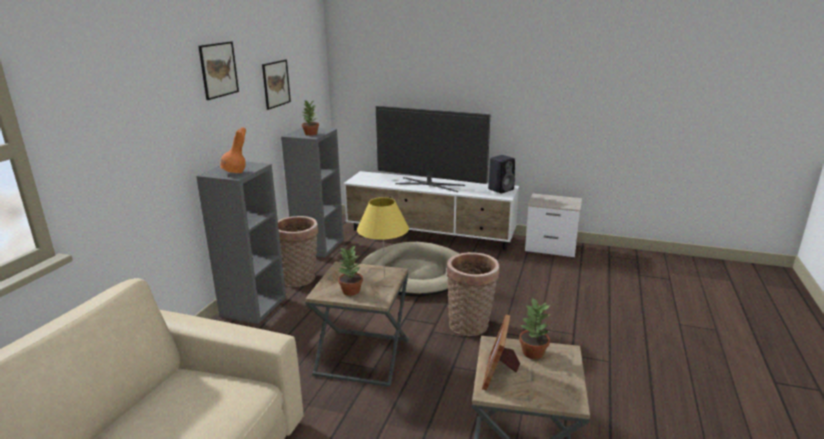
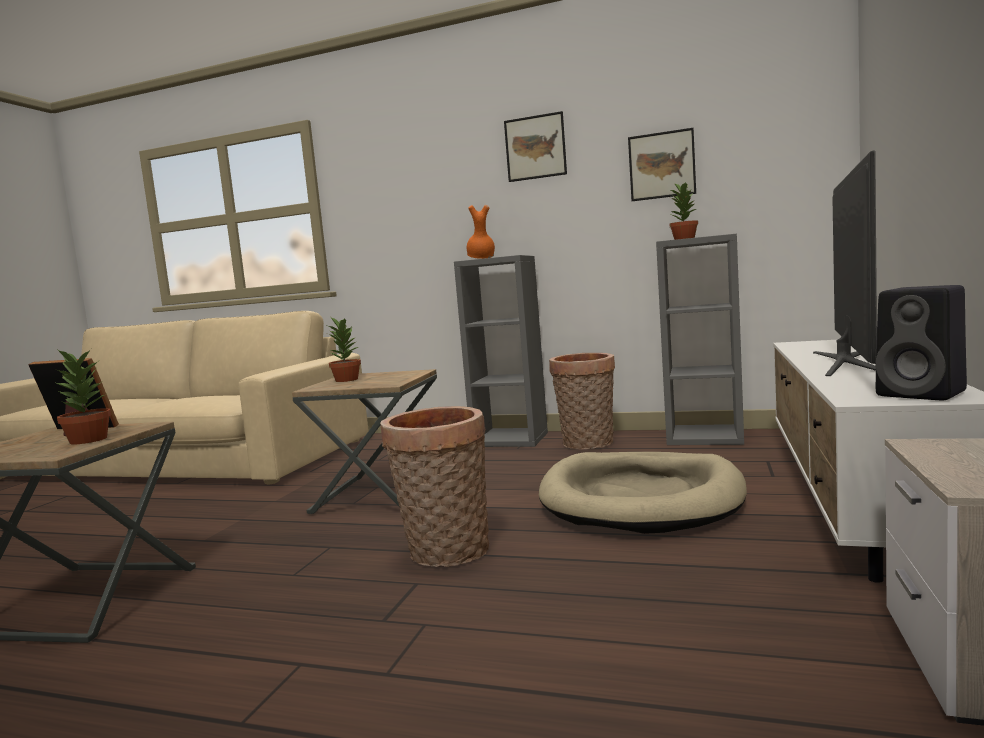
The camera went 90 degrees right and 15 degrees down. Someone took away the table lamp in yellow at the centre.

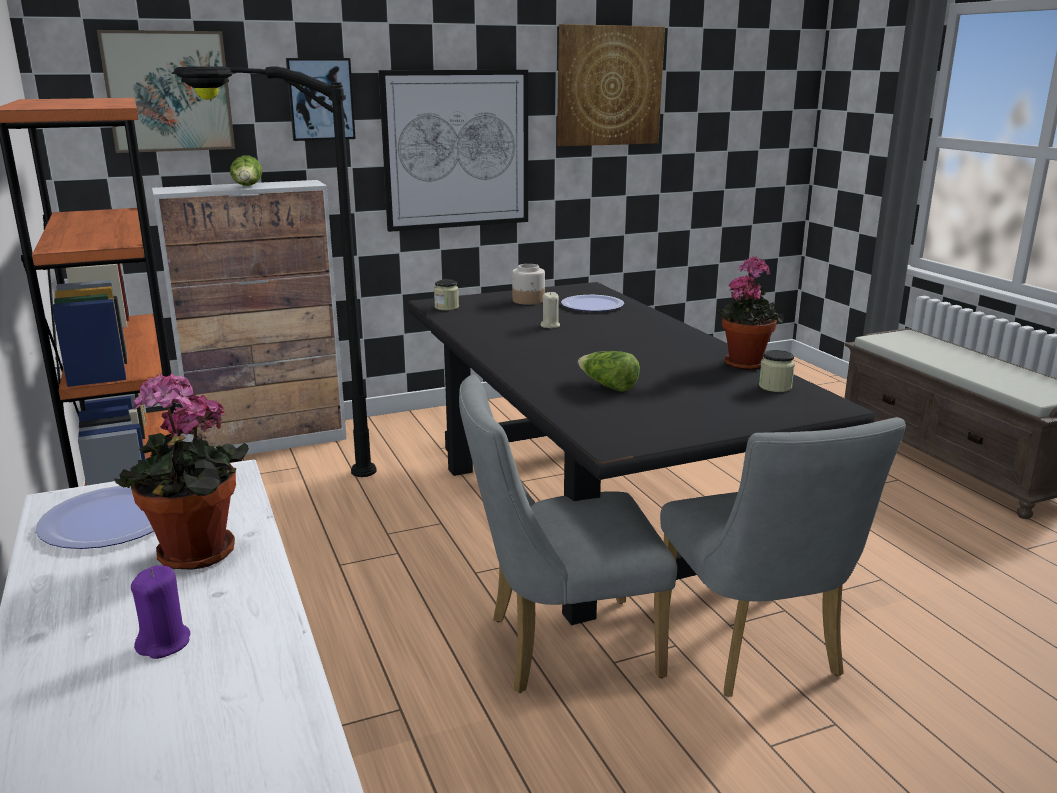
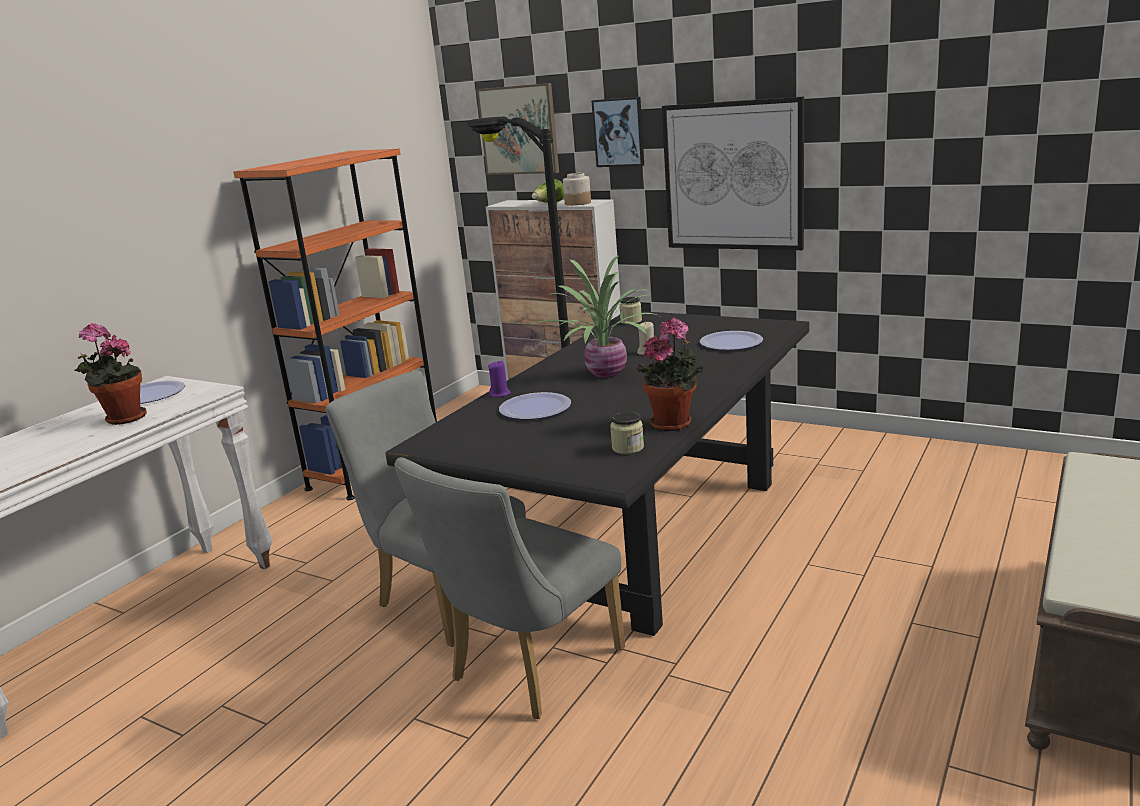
The camera went 55 degrees right and 0 degrees up. Someone carried the candle in purple from the bottom left to the centre. Someone swapped the lettuce (no. 2 from left) at the centre for the plate (no. 2 from left) at the centre. Someone put down the potted plant (no. 2 from left) at the centre. Someone carried the jar (no. 2 from left in the first image) from the centre to the top centre. Someone took away the picture (no. 4 from left) at the top centre.

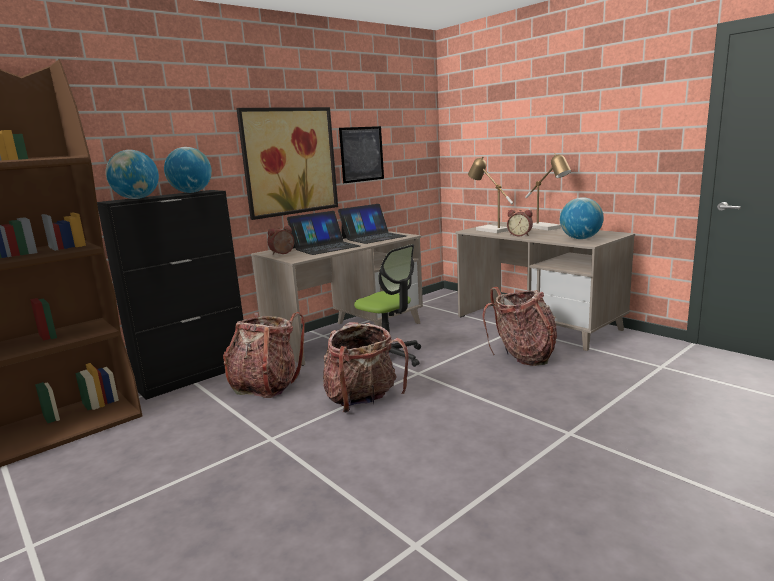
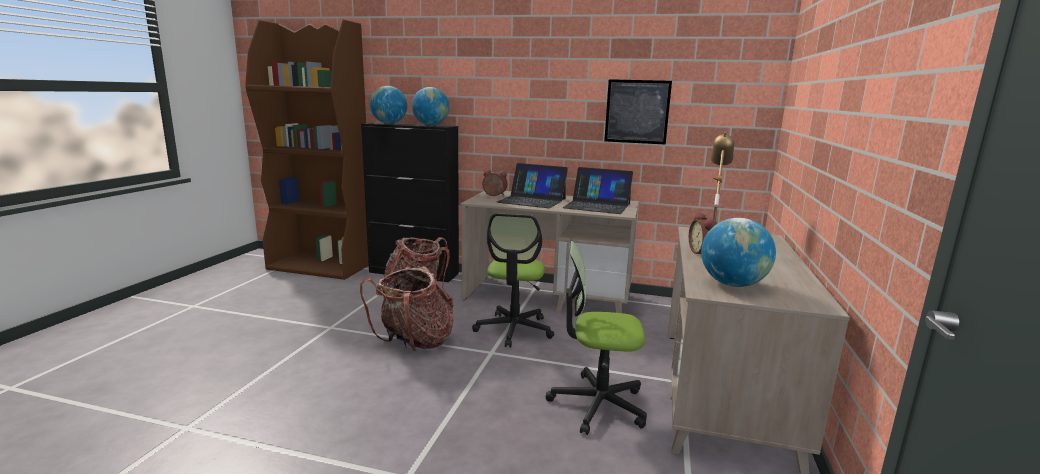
The camera went 55 degrees right and 0 degrees up. Someone swapped the backpack (no. 3 from left) at the middle right for the office chair (no. 2 from left) at the bottom centre. Someone took away the picture (no. 1 from left) at the top centre. Someone took away the table lamp (no. 2 from left) at the top right.

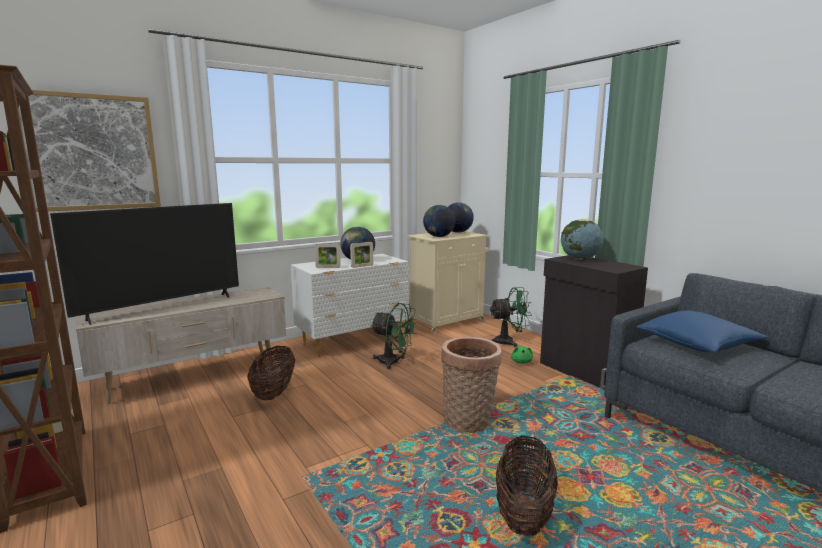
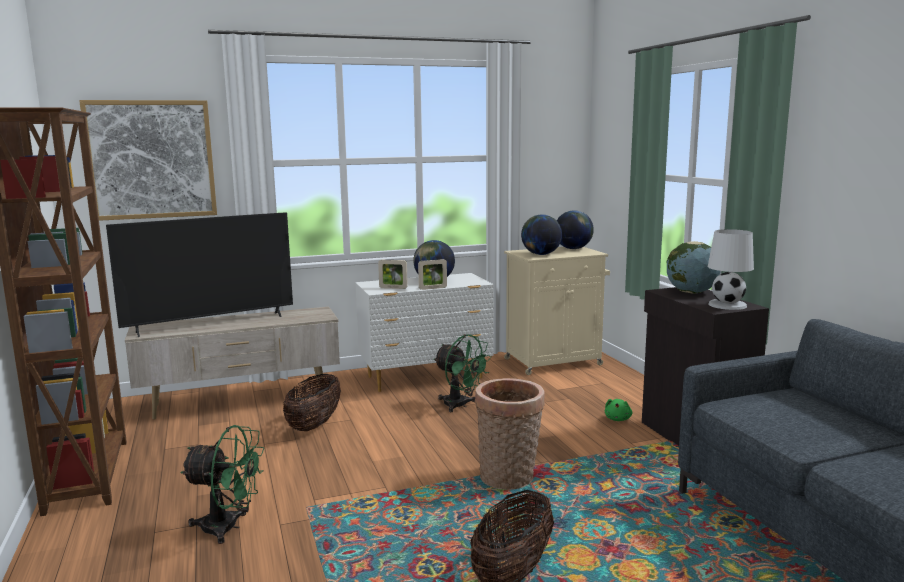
The camera went 15 degrees right and 0 degrees up. Someone carried the fan in green (no. 2 from left in the first image) from the centre to the bottom left. Someone put down the table lamp in white at the middle right. Someone took away the pillow in blue at the middle right.

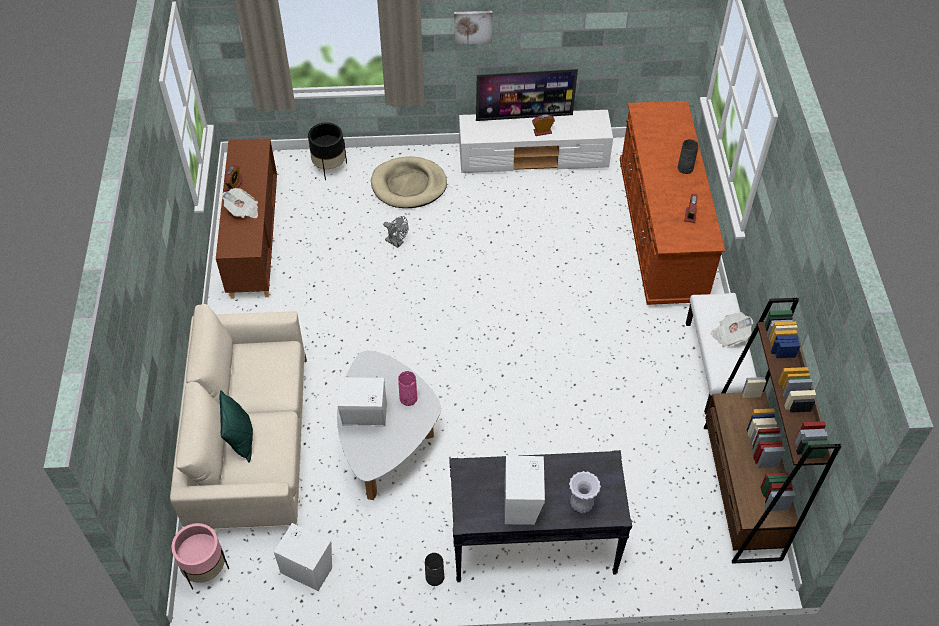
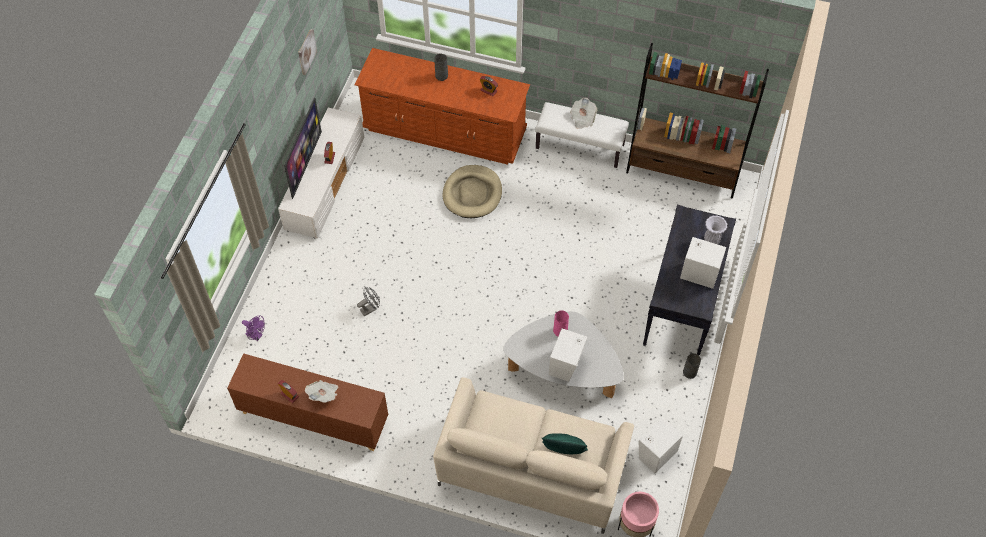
The camera went 70 degrees left and 5 degrees up. Someone swapped the planter in black at the top centre for the fan in purple at the middle left. Someone carried the picture from the top centre to the top left. Someone carried the dog bed in beige from the top centre to the centre.

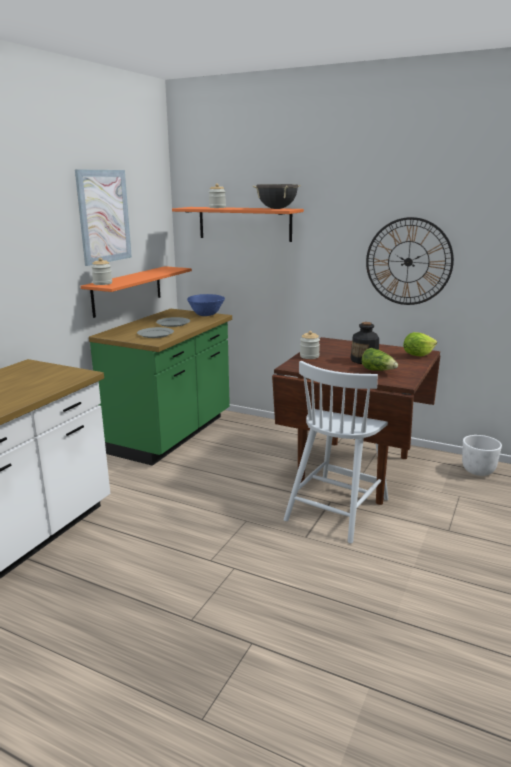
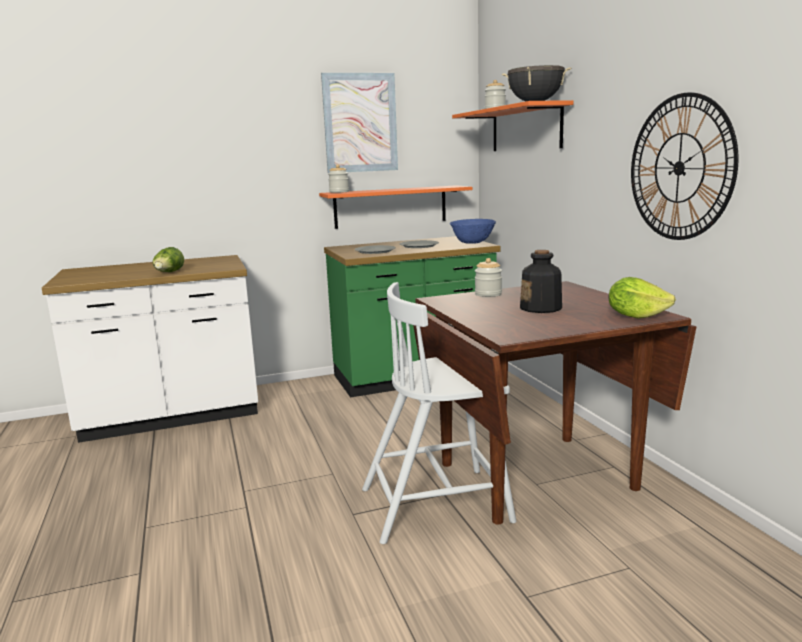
The camera went 45 degrees right and 5 degrees down. Someone carried the lettuce (no. 1 from left) from the middle right to the middle left. Someone took away the planter in white at the middle right.

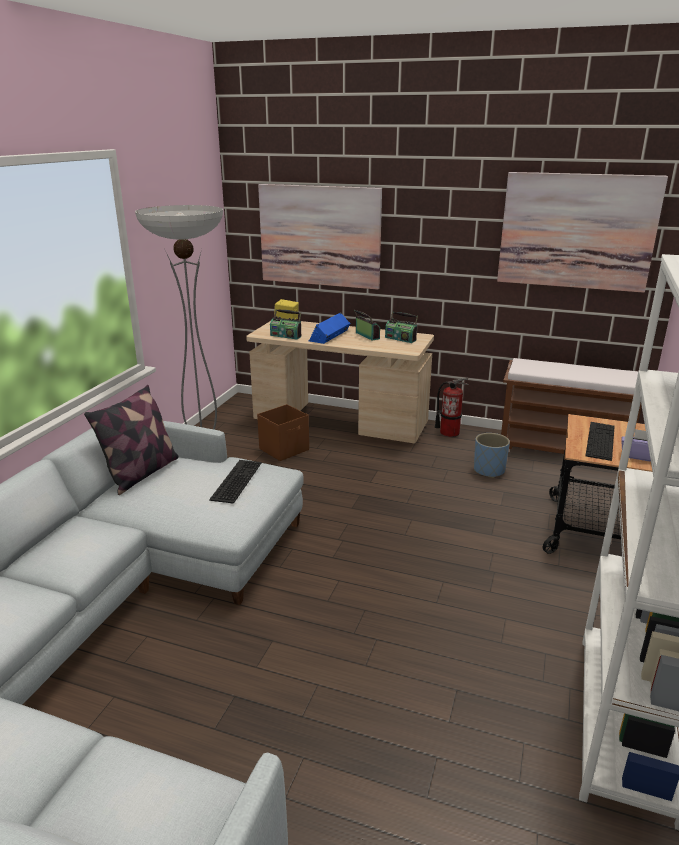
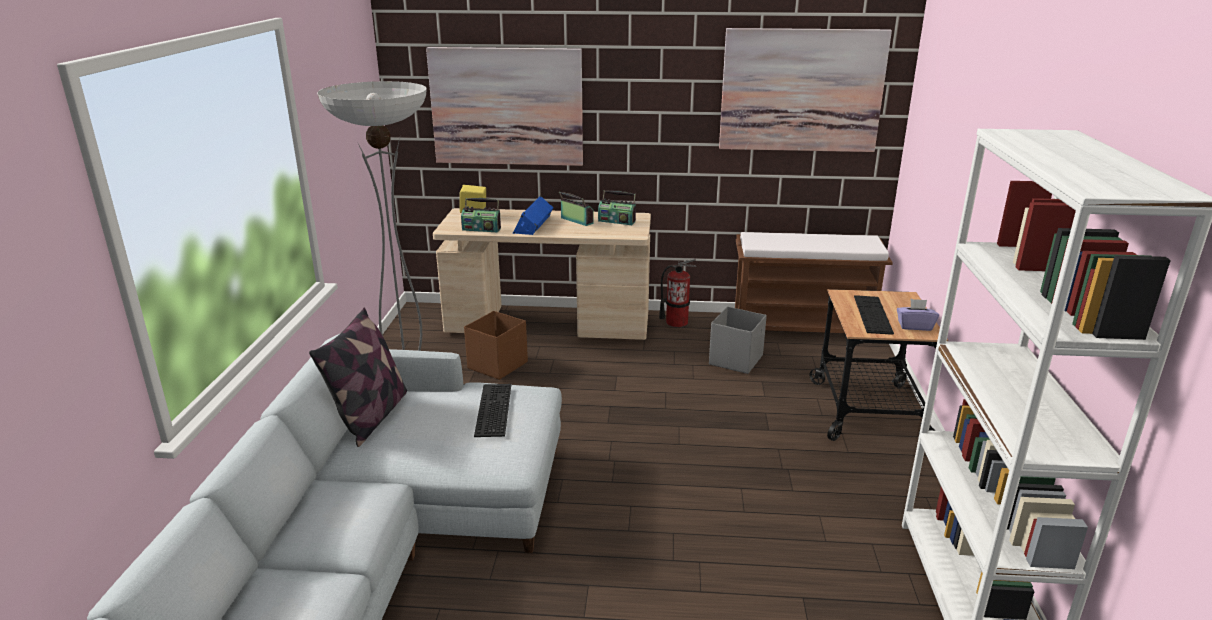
The camera went 15 degrees left and 0 degrees up. Someone swapped the planter in blue at the middle right for the storage box in grey at the centre.

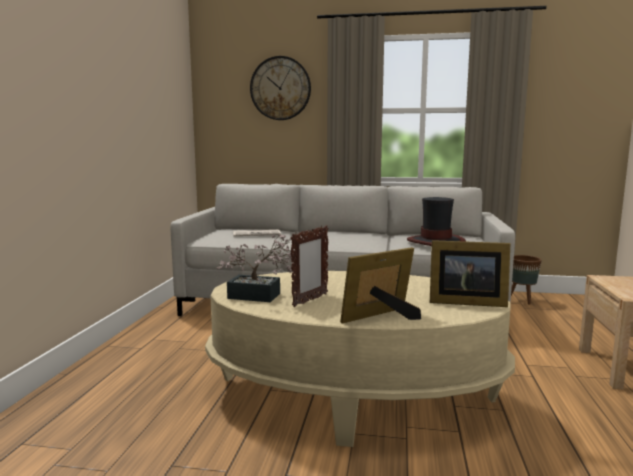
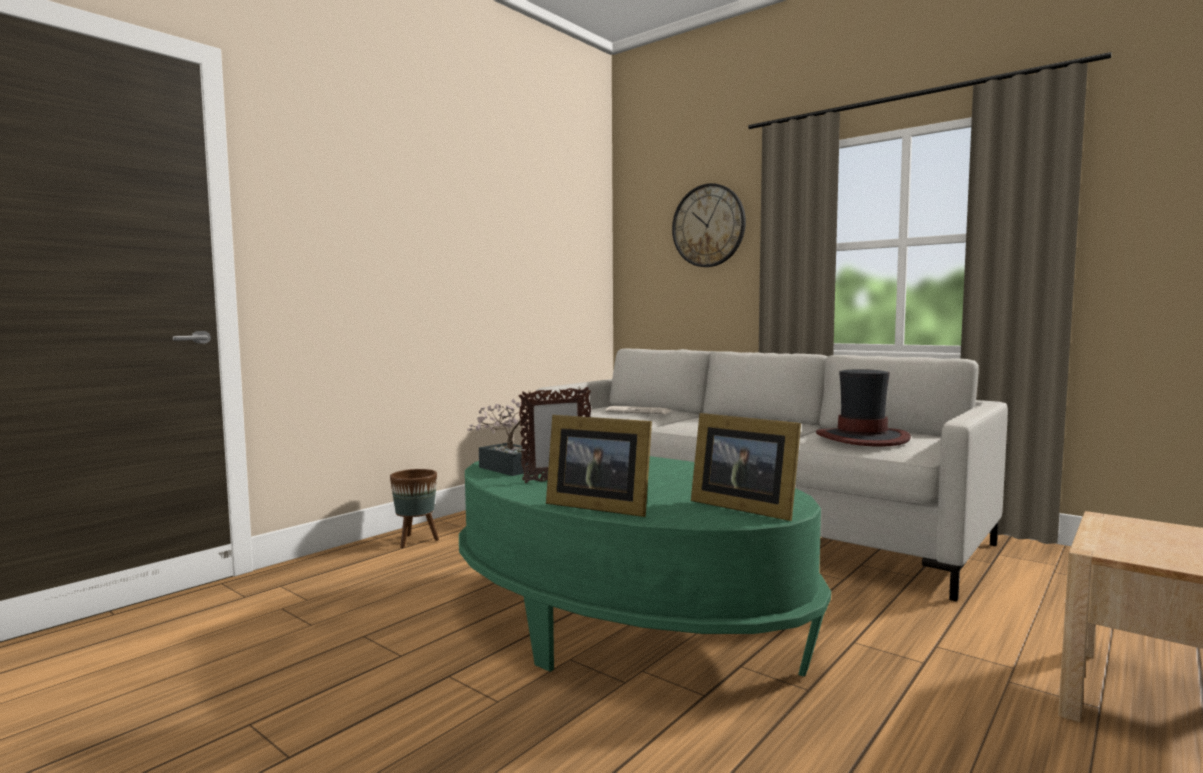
The camera went 30 degrees right and 5 degrees down. Someone carried the planter in brown from the middle right to the centre. Someone repainted the coffee table in beige at the bottom centre, which became the coffee table in green at the bottom centre. Someone rotated the picture frame (no. 2 from left) at the centre by 150 degrees counterclockwise.

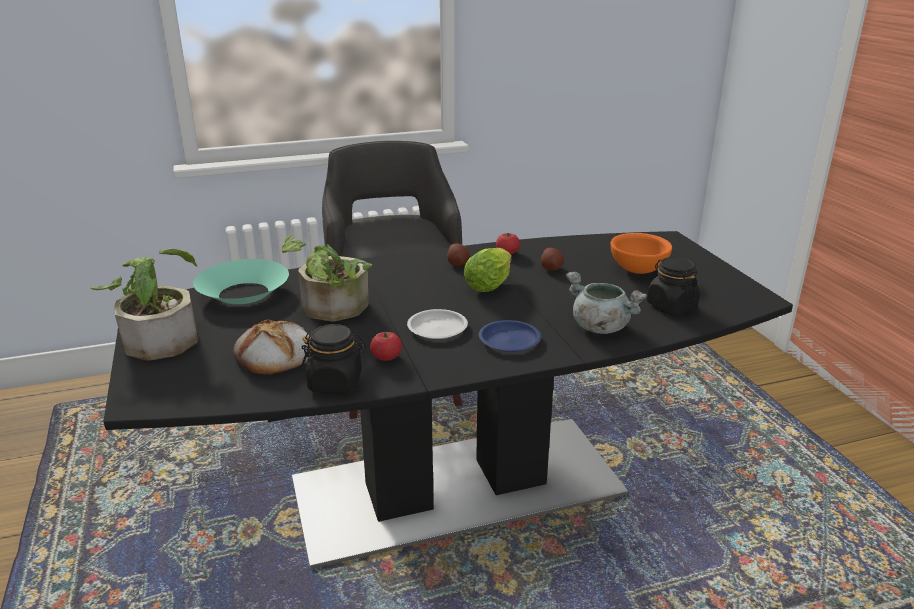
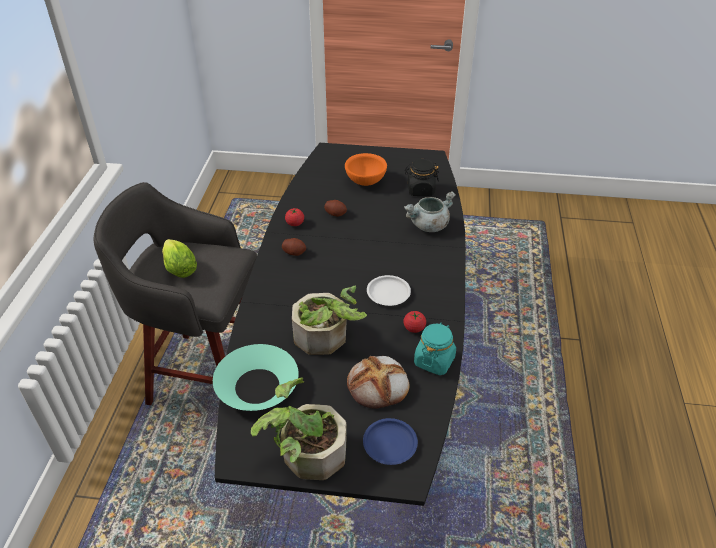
The camera went 65 degrees left and 15 degrees up. Someone carried the lettuce from the centre to the middle left. Someone carried the plate in blue from the centre to the bottom centre. Someone repainted the jar in black (no. 1 from left) at the centre, which became the jar in turquoise at the centre.

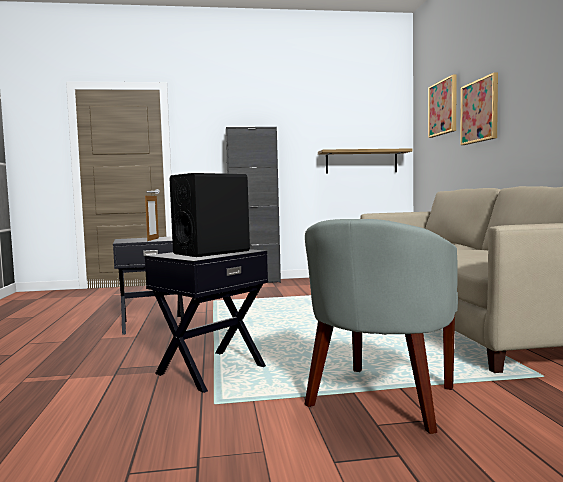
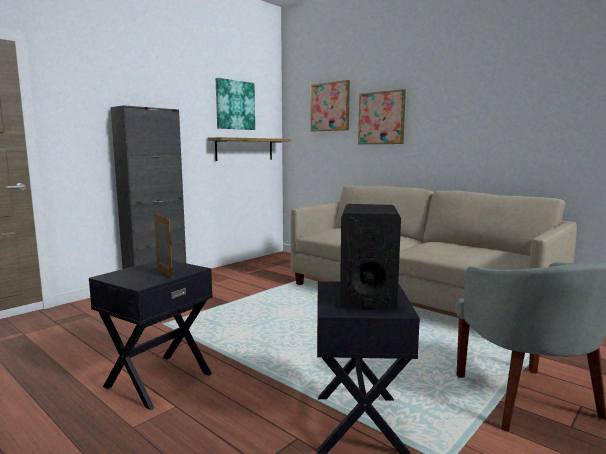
The camera went 40 degrees left and 5 degrees up. Someone put up the picture (no. 1 from left) at the top centre.

